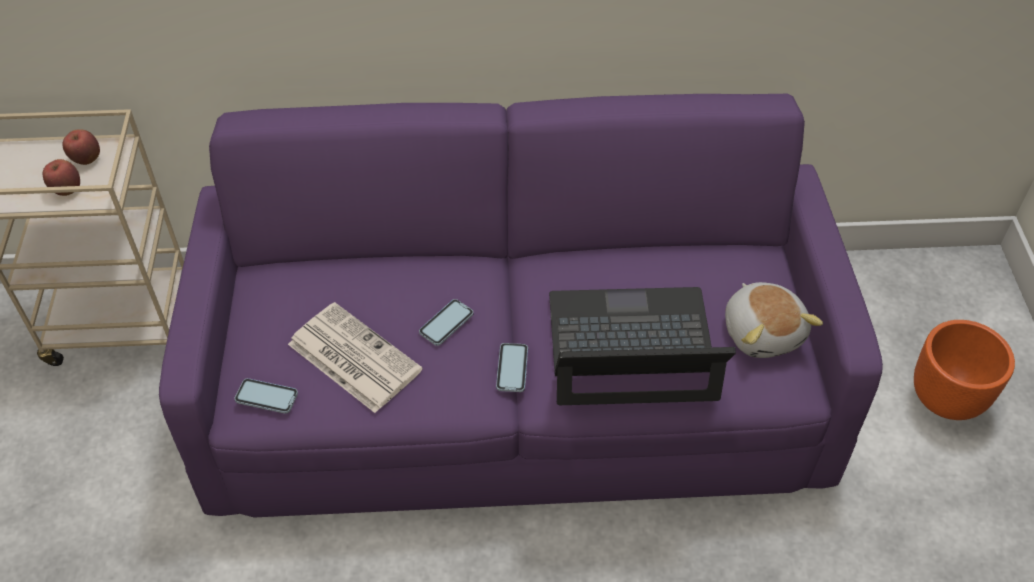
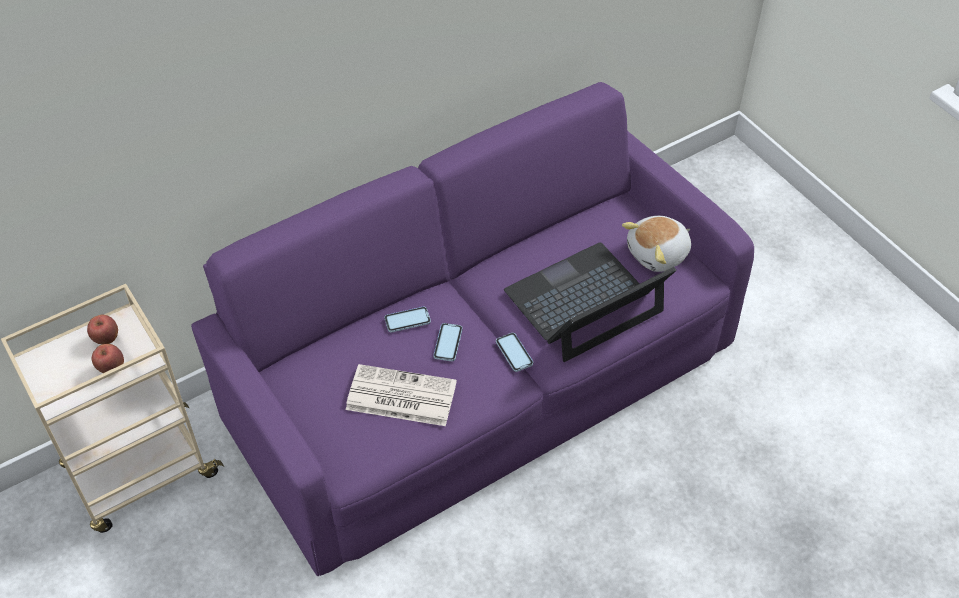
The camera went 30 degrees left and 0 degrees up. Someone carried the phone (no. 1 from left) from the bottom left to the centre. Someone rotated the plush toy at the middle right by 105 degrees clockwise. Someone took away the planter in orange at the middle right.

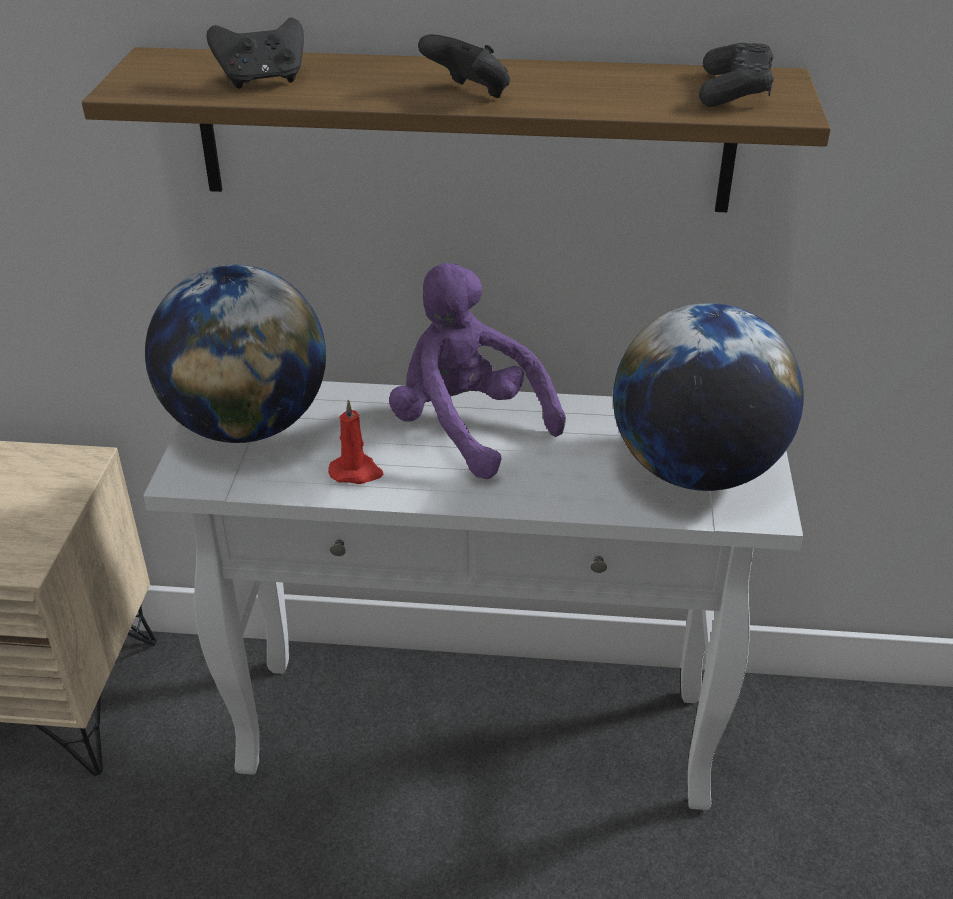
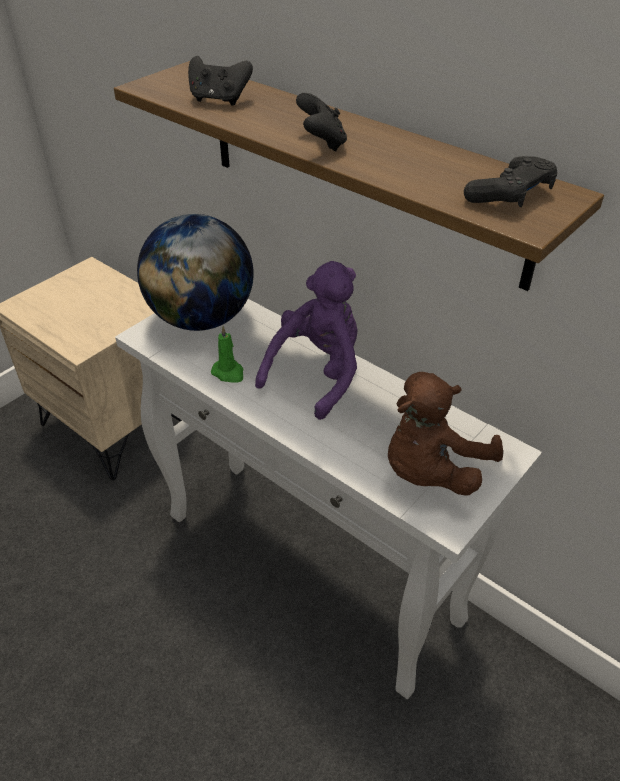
The camera went 35 degrees right and 5 degrees up. Someone repainted the candle in red at the centre, which became the candle in green at the centre. Someone rotated the plush toy in purple at the centre by 45 degrees clockwise. Someone swapped the globe (no. 2 from left) at the middle right for the plush toy in brown at the middle right.

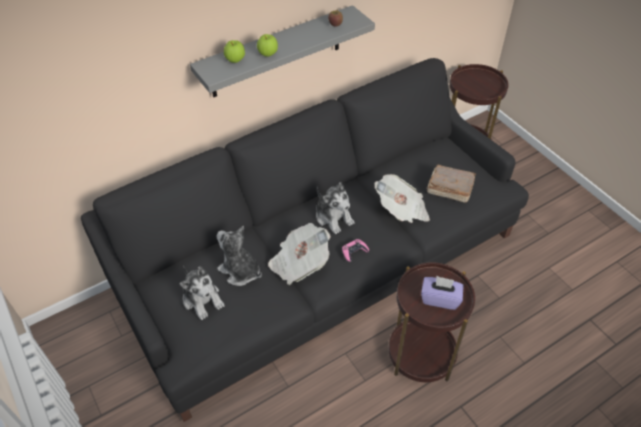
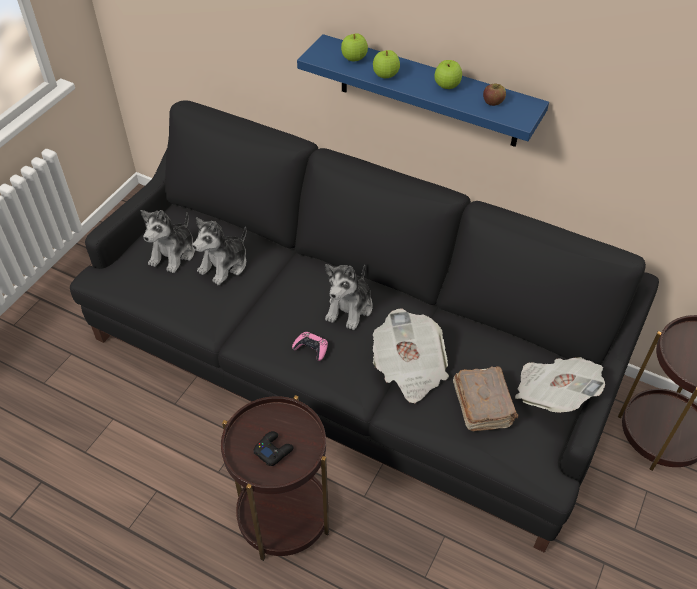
The camera went 60 degrees right and 0 degrees up. Someone rotated the plush toy (no. 2 from left) at the centre by 150 degrees counterclockwise. Someone swapped the tissue box in purple at the bottom right for the game controller in black at the bottom centre. Someone repainted the shelf in grey at the top centre, which became the shelf in blue at the top centre. Someone put down the apple (no. 3 from left) at the top centre. Someone carried the newspaper (no. 1 from left in the first image) from the centre to the middle right.

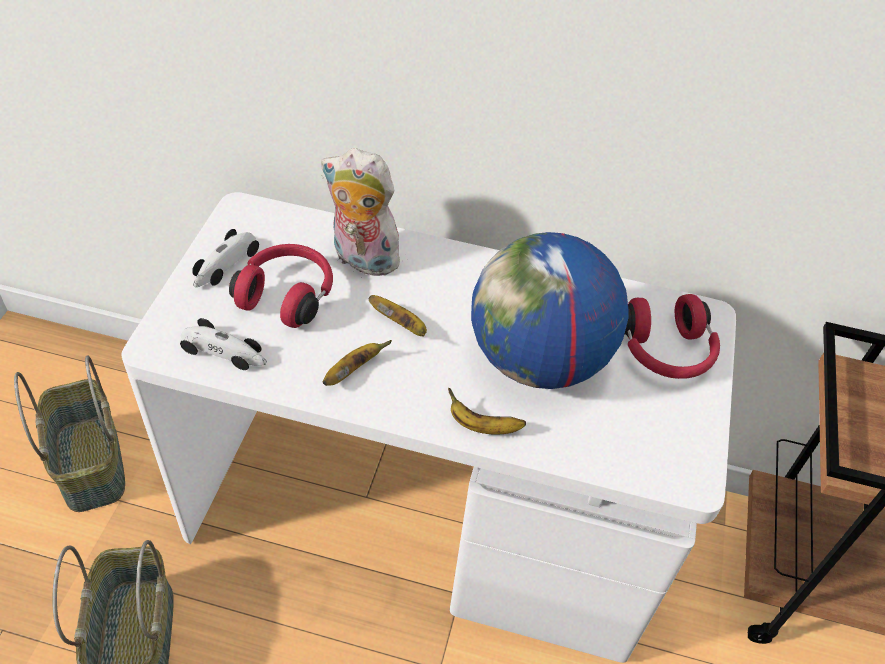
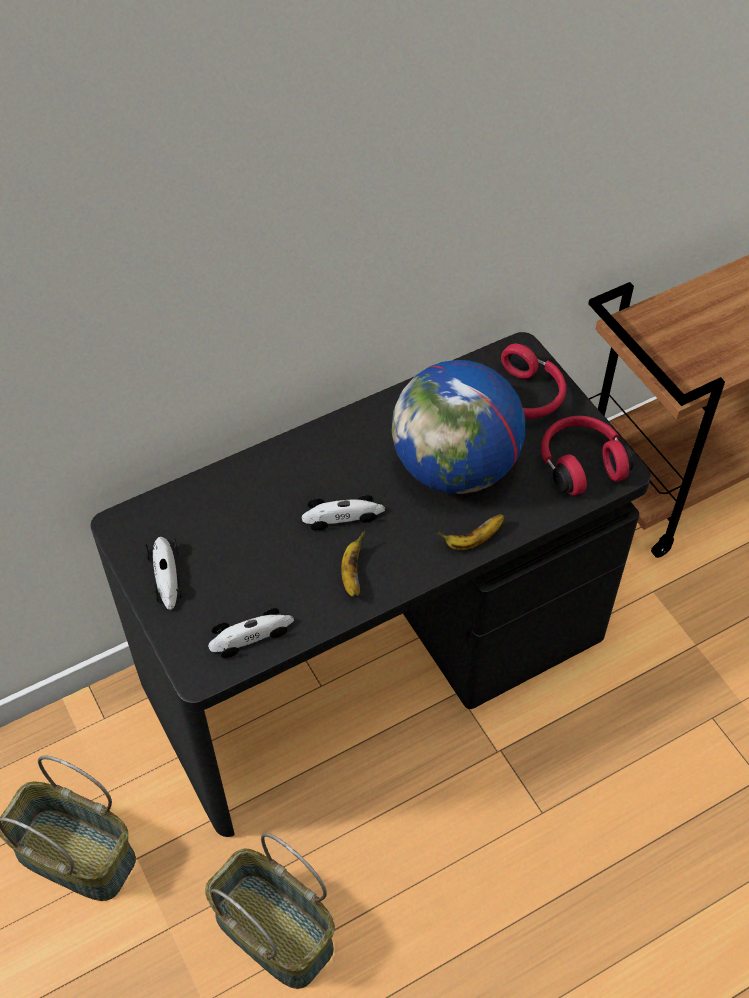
The camera went 40 degrees left and 5 degrees up. Someone repainted the desk in white at the centre, which became the desk in black at the centre. Someone swapped the banana (no. 2 from left) at the centre for the toy car (no. 3 from left) at the centre. Someone carried the headphones in red (no. 1 from left in the first image) from the middle left to the middle right. Someone took away the plush toy at the top centre.

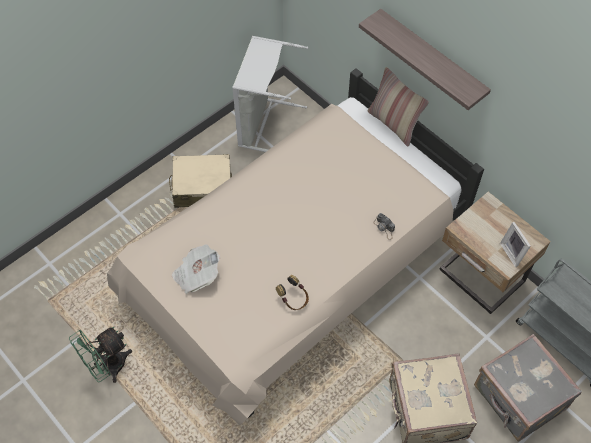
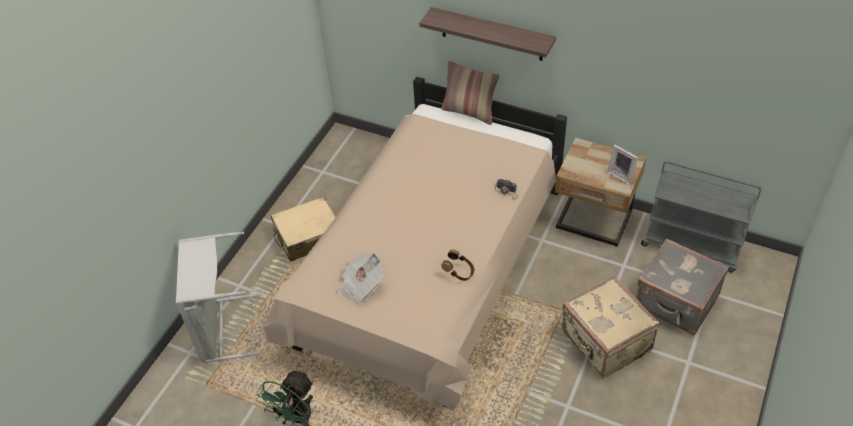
The camera went 20 degrees left and 10 degrees down. Someone carried the laundry basket in grey from the top centre to the bottom left.

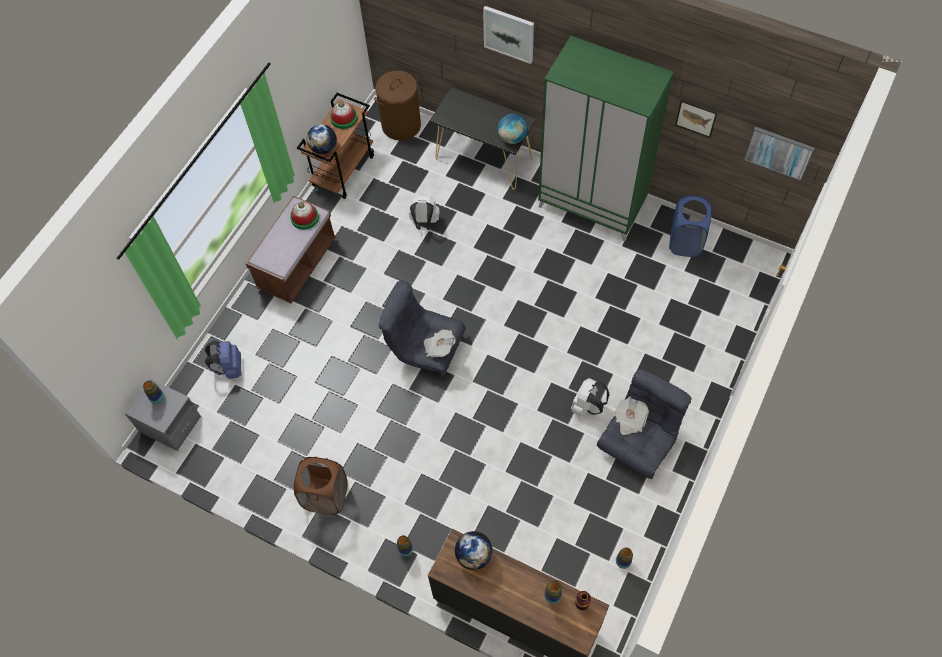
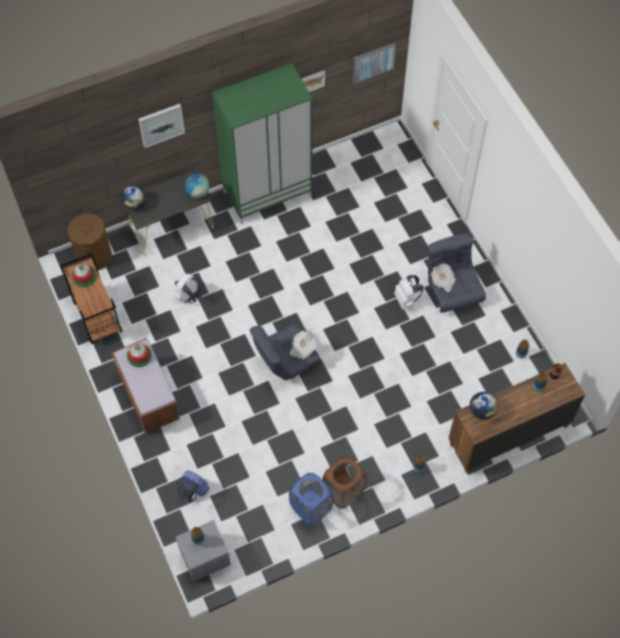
The camera went 55 degrees left and 0 degrees up. Someone carried the globe (no. 1 from left) from the top centre to the top left. Someone carried the laundry basket in blue from the middle right to the bottom centre.

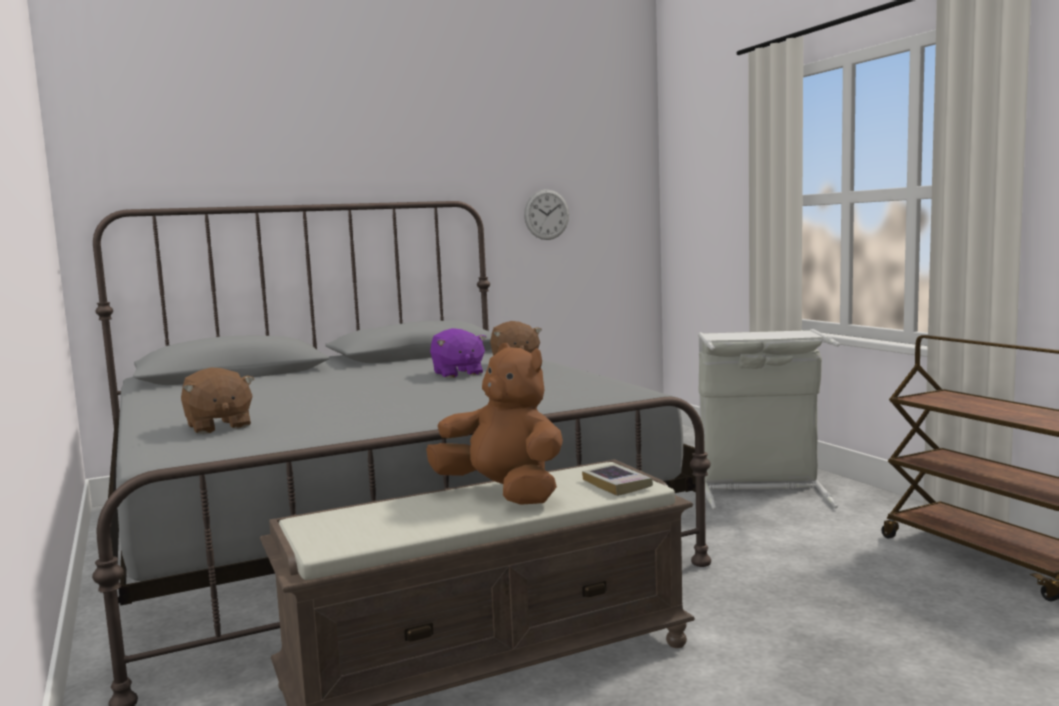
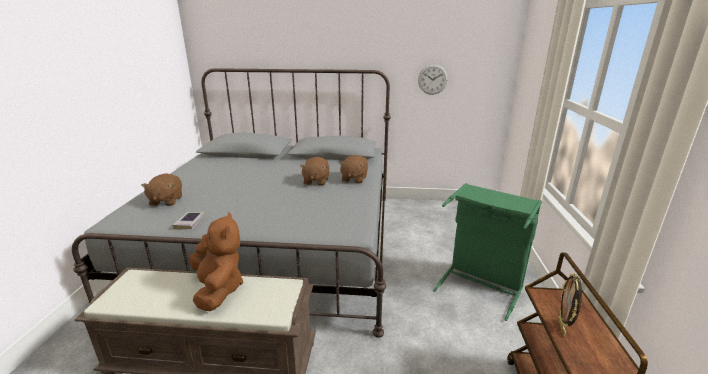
The camera went 30 degrees right and 15 degrees up. Someone carried the book from the bottom centre to the middle left. Someone repainted the plush toy in purple at the centre, which became the plush toy in brown (no. 3 from left) at the centre. Someone repainted the laundry basket in grey at the middle right, which became the laundry basket in green at the bottom right. Someone put down the picture frame at the bottom right.

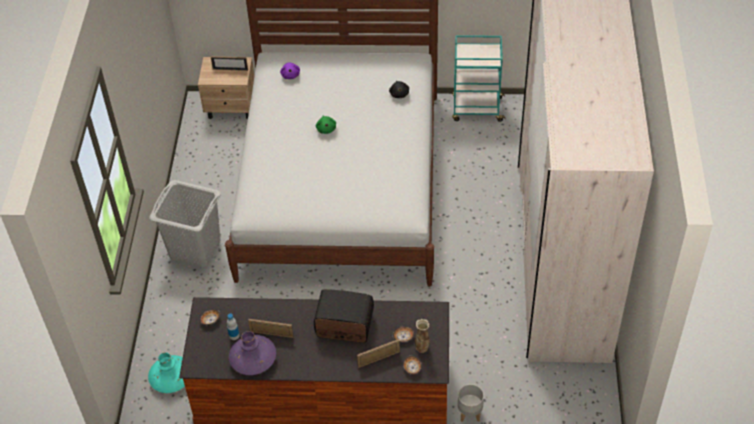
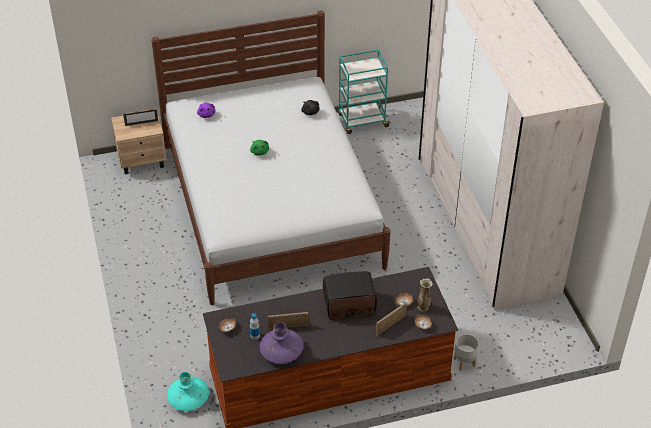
The camera went 20 degrees left and 5 degrees down. Someone took away the laundry basket in grey at the middle left.

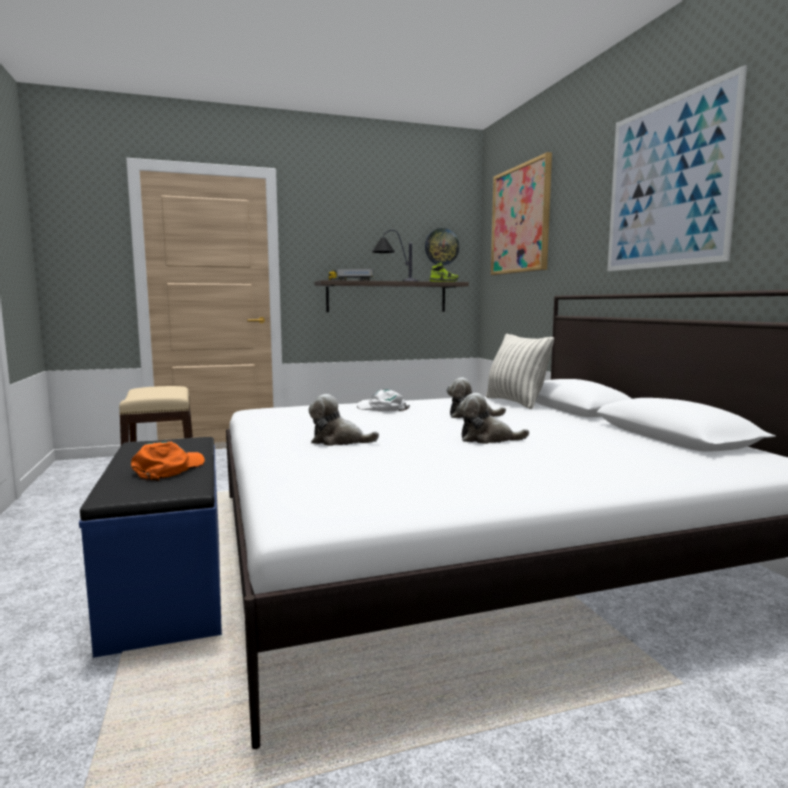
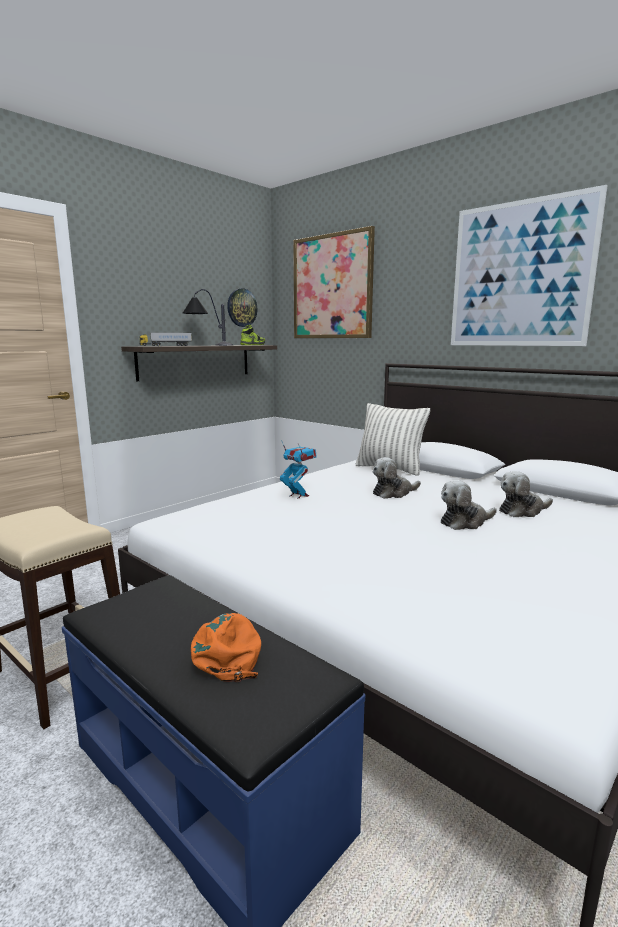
The camera went 30 degrees left and 5 degrees up. Someone swapped the cap in white at the centre for the toy robot at the centre. Someone carried the plush toy (no. 1 from left in the first image) from the centre to the middle right.

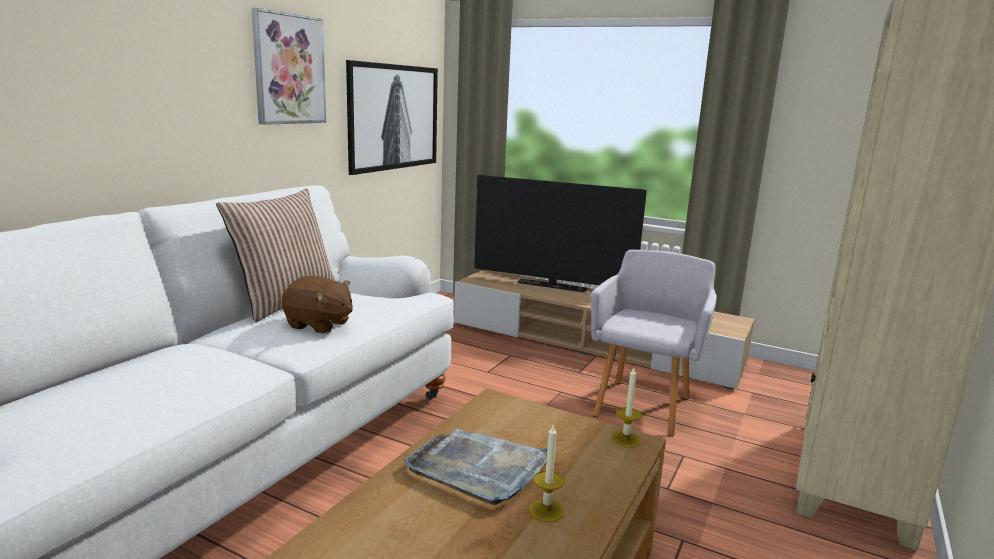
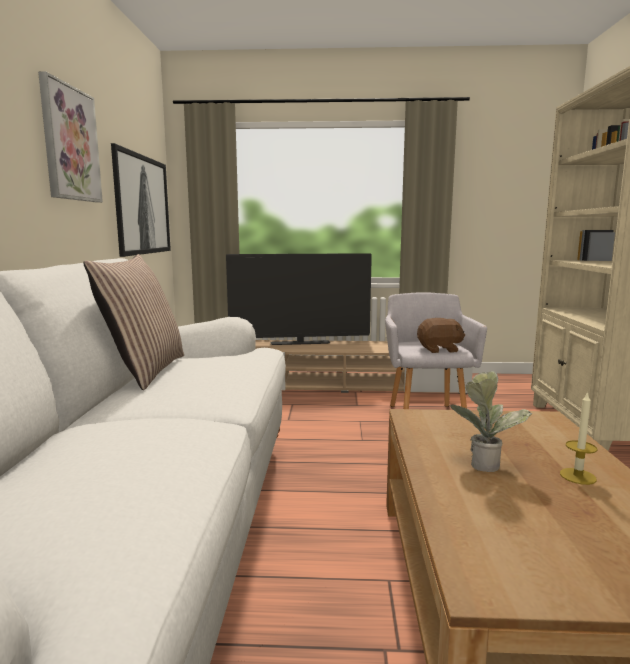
The camera went 25 degrees left and 5 degrees down. Someone carried the plush toy in brown from the middle left to the middle right. Someone swapped the tray in grey at the bottom centre for the potted plant at the middle right. Someone took away the candle (no. 2 from left) at the bottom centre.

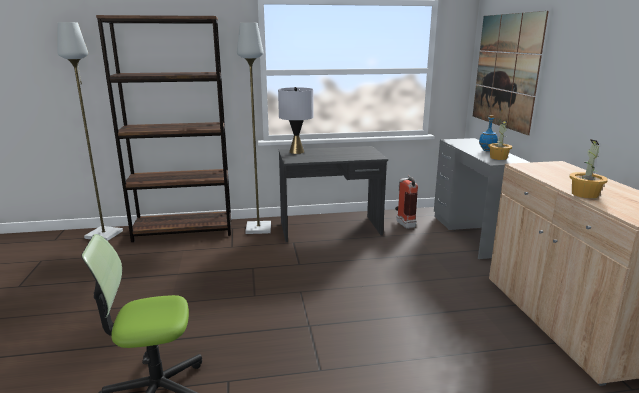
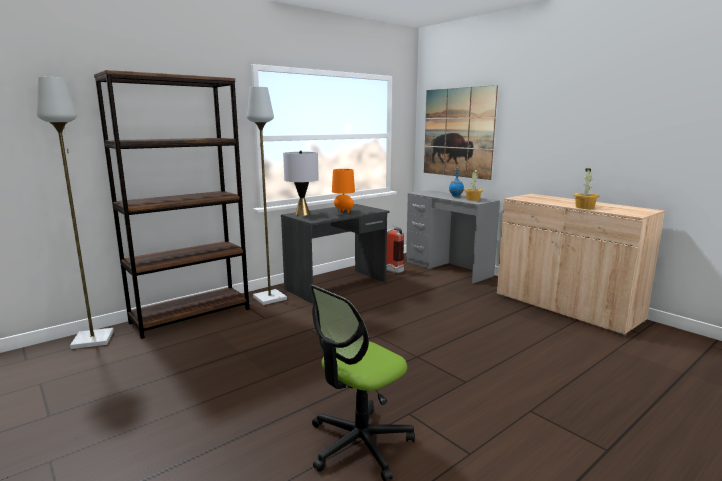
The camera went 30 degrees left and 5 degrees down. Someone put down the table lamp in orange at the centre.

